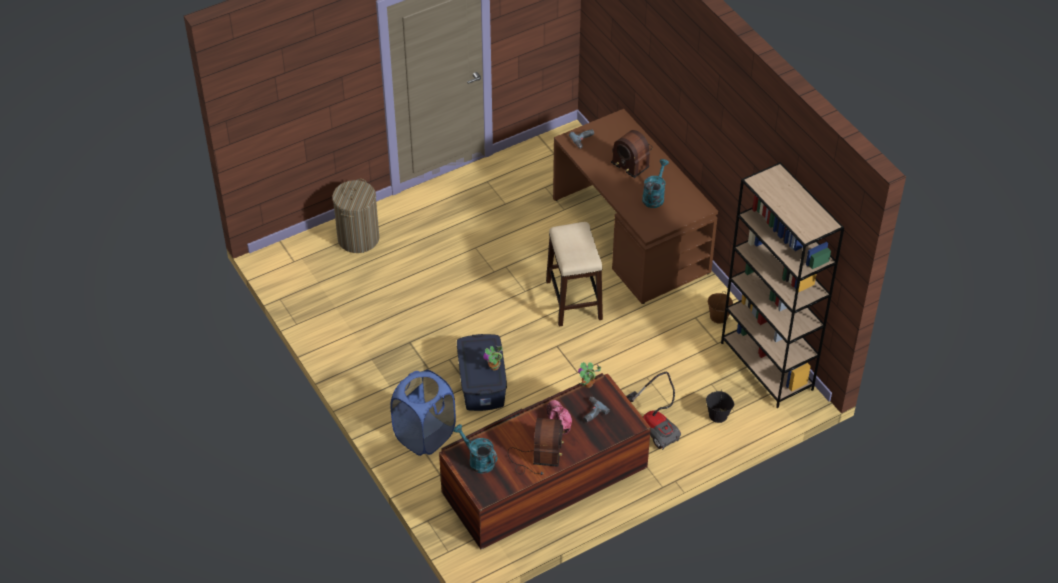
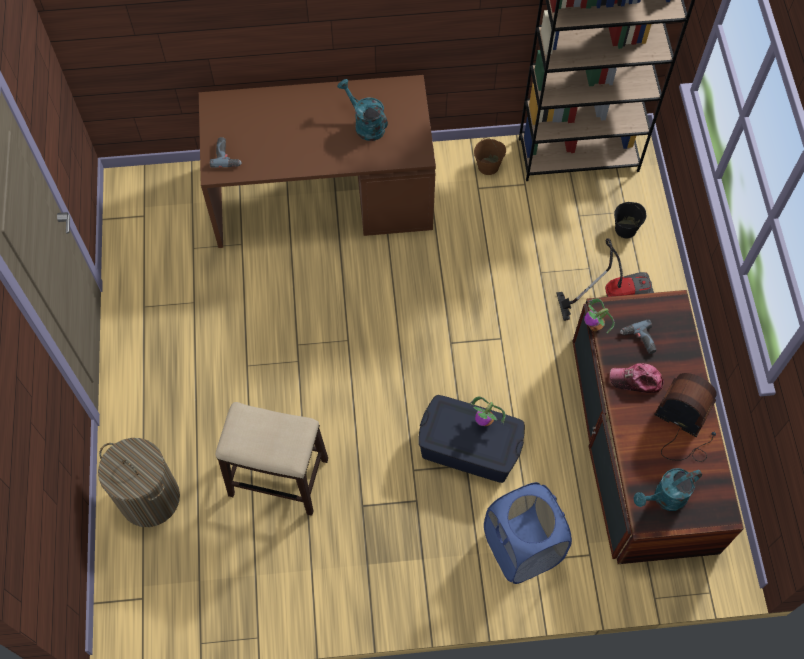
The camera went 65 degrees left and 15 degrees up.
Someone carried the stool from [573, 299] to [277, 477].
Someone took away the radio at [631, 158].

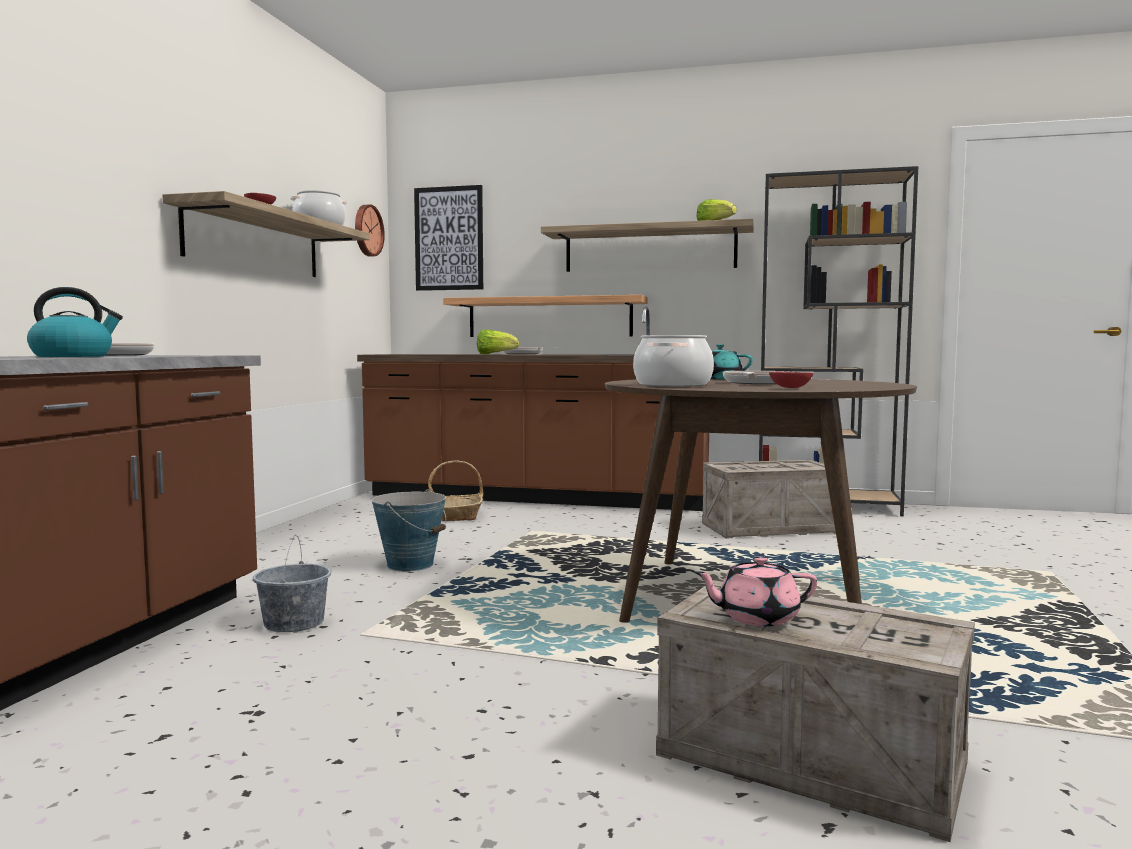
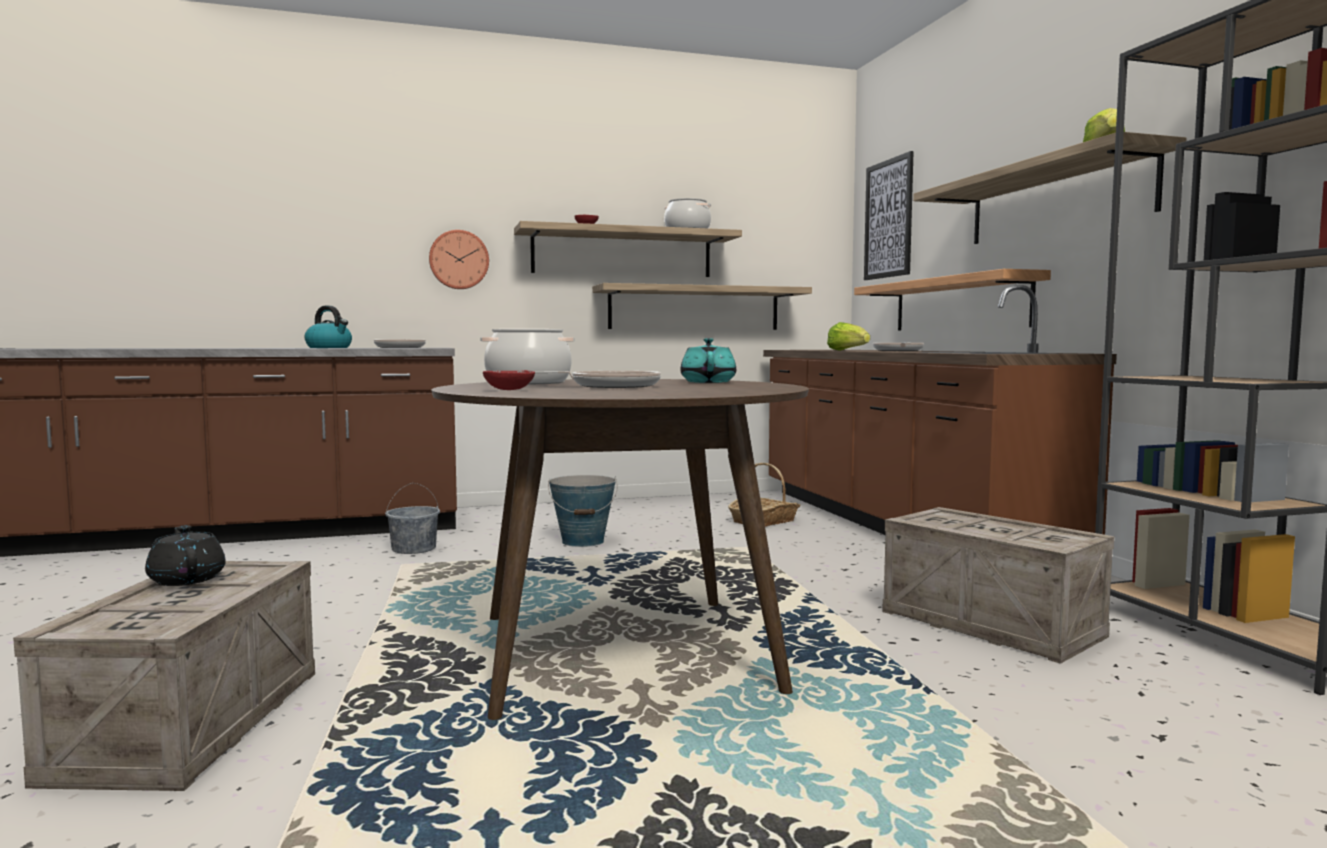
The camera went 60 degrees right and 0 degrees up.
Someone repainted the pink teapot at [756, 617], which became the black teapot at [187, 579].
Someone carried the wall clock from [367, 230] to [459, 260].
Someone put up the shelf at [694, 308].

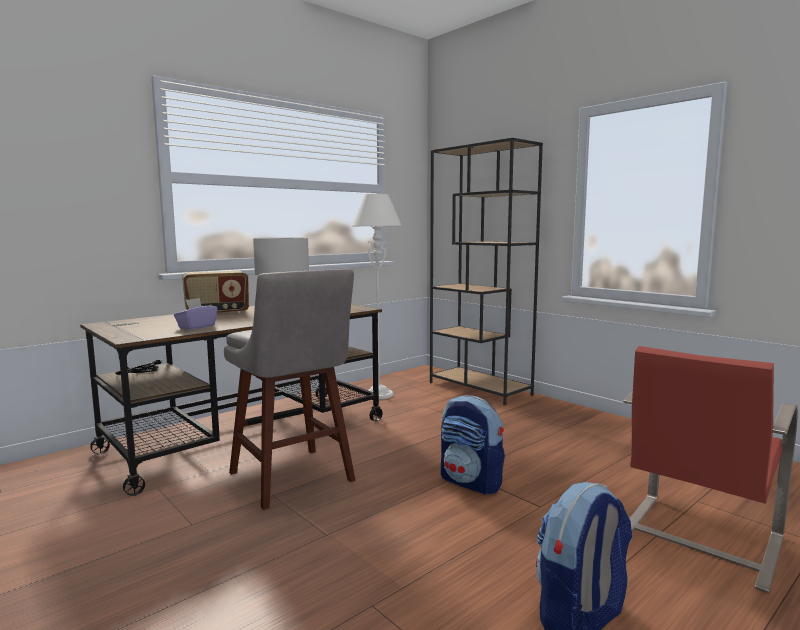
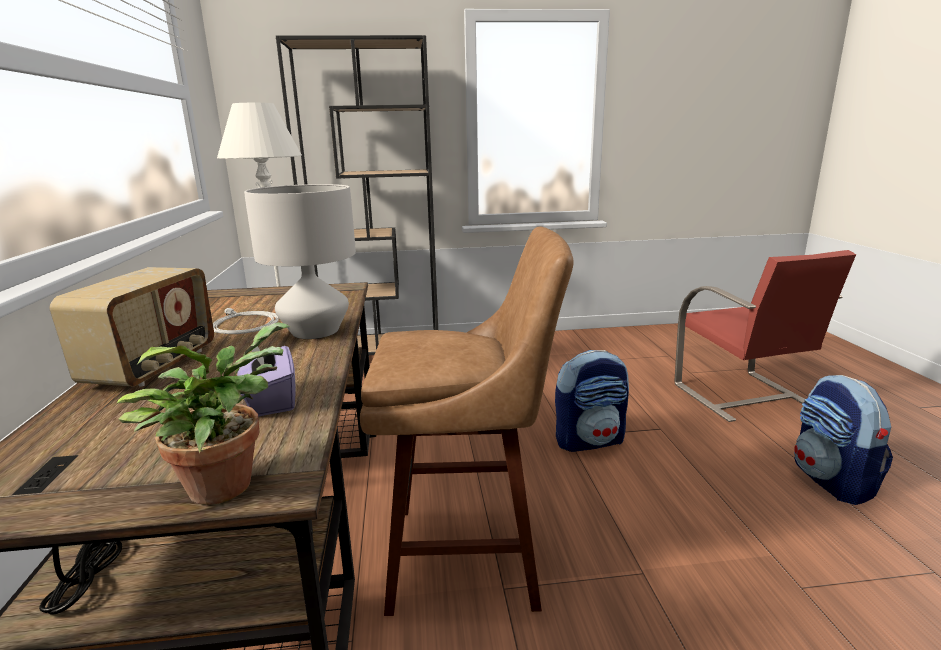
The camera went 55 degrees left and 10 degrees up.
Someone put down the potted plant at [227, 481].
Someone repainted the grey stool at [293, 479], which became the brown stool at [471, 554].

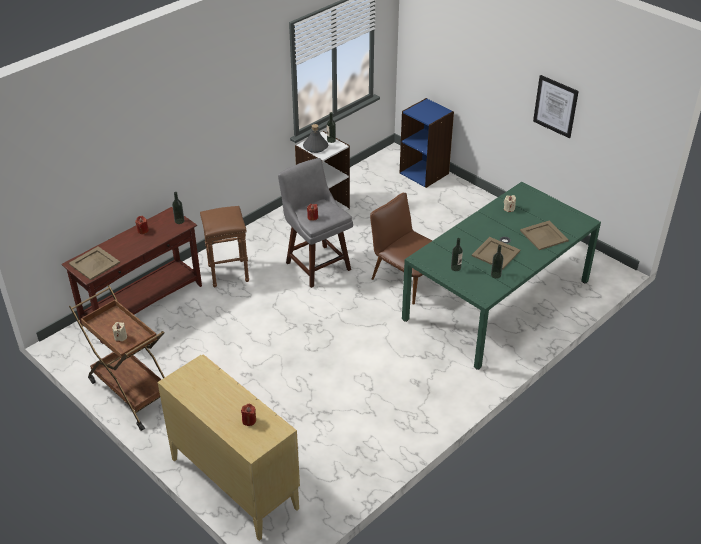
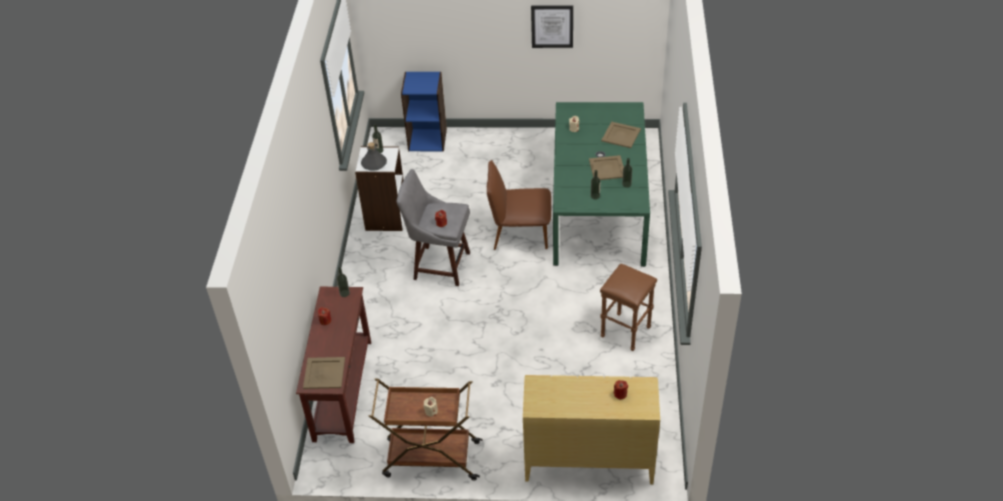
The camera went 40 degrees left and 5 degrees up.
Someone carried the brown stool from [227, 274] to [626, 332].

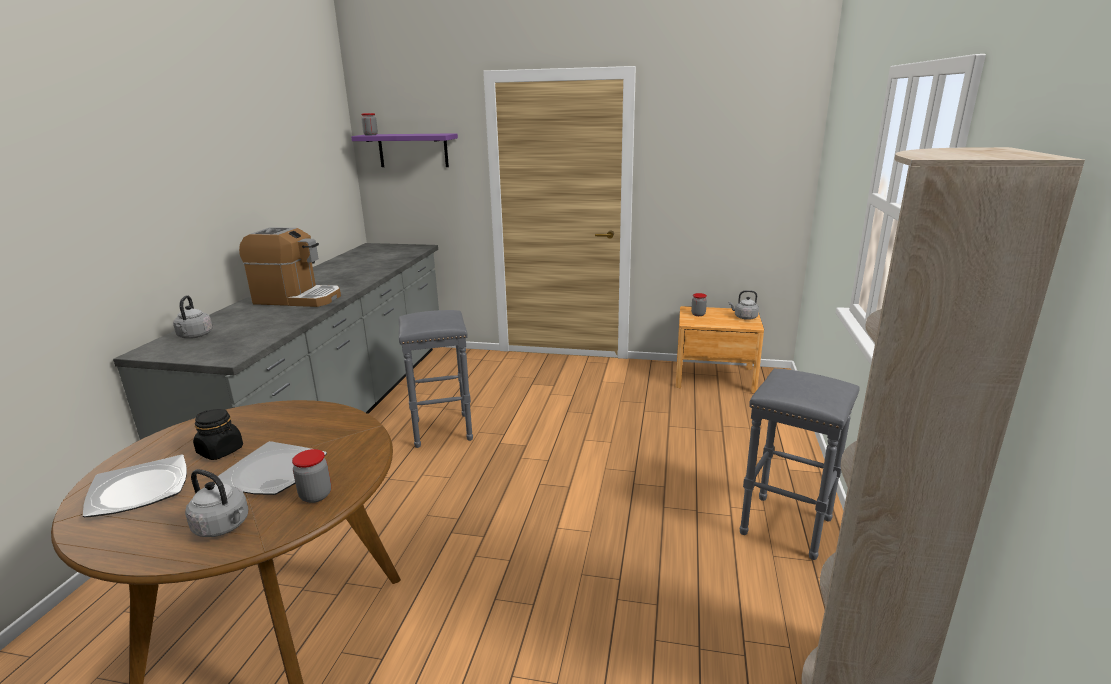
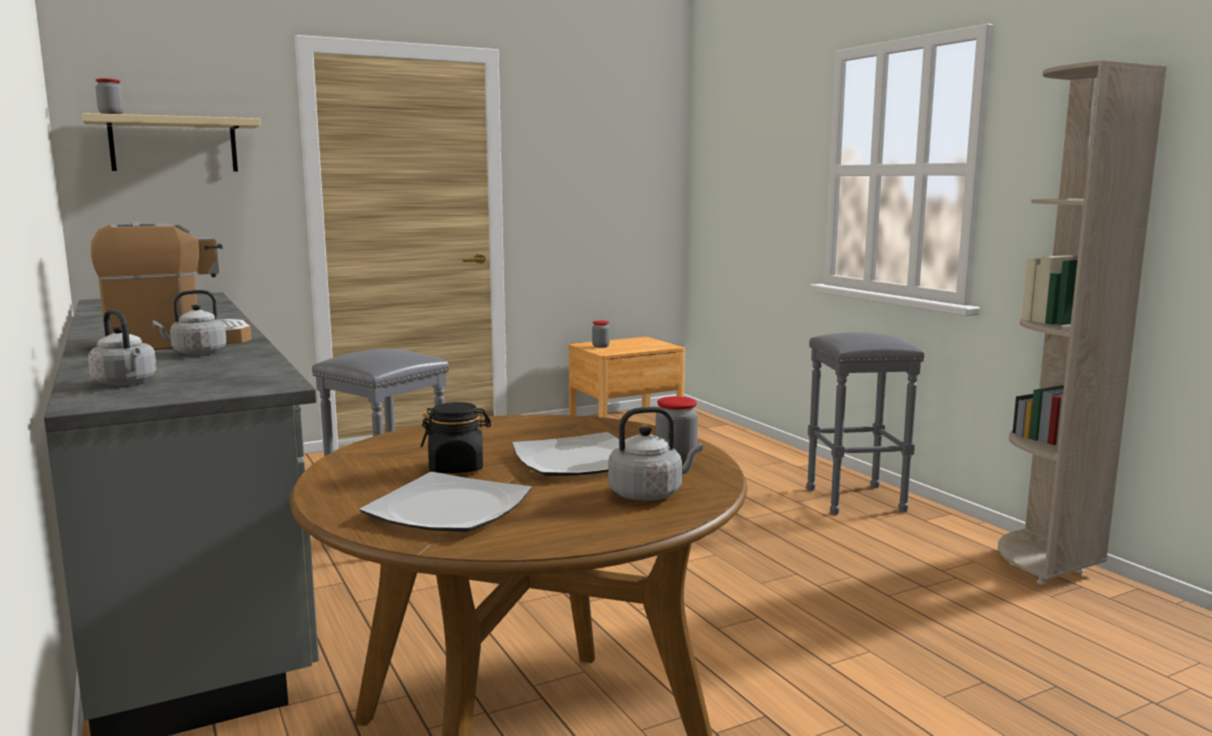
The camera went 40 degrees left and 10 degrees down.
Someone repainted the purple shelf at [413, 150], which became the beige shelf at [174, 145].
Someone carried the grey kettle from [744, 317] to [196, 353].

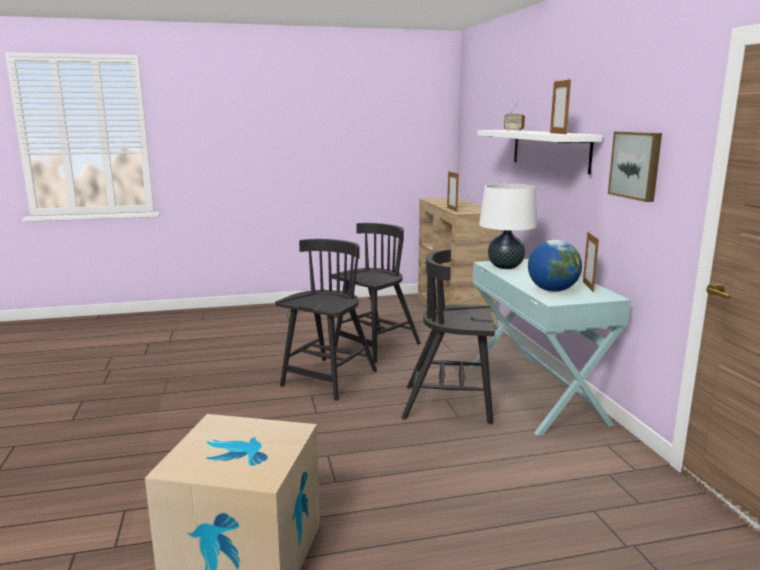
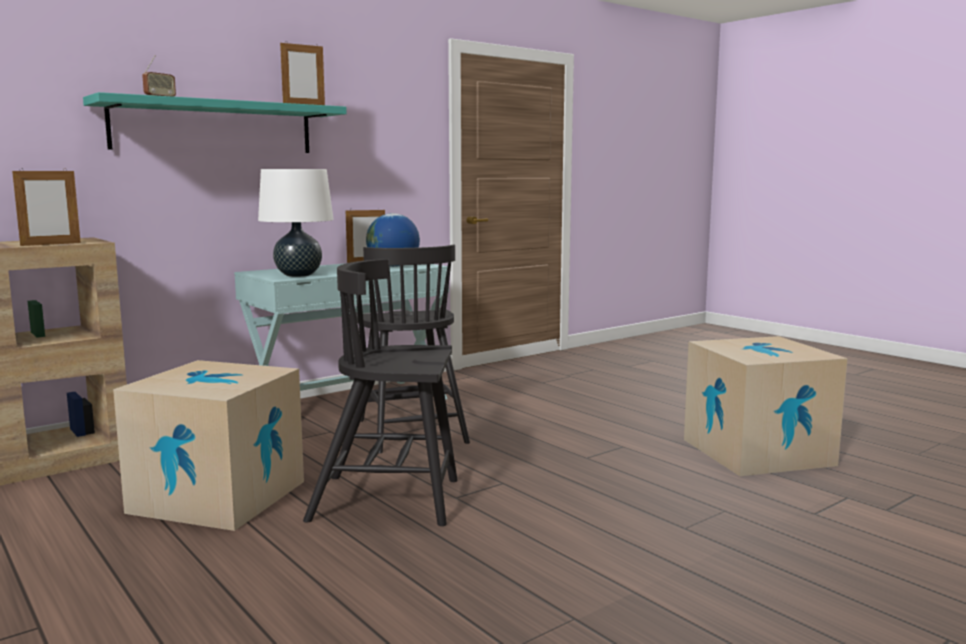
The camera went 115 degrees left and 5 degrees down.
Someone repainted the white shelf at [549, 149], which became the turquoise shelf at [214, 127].
Someone swapped the black chair at [375, 346] for the cardboard box at [218, 497].
Someone took away the picture at [636, 165].

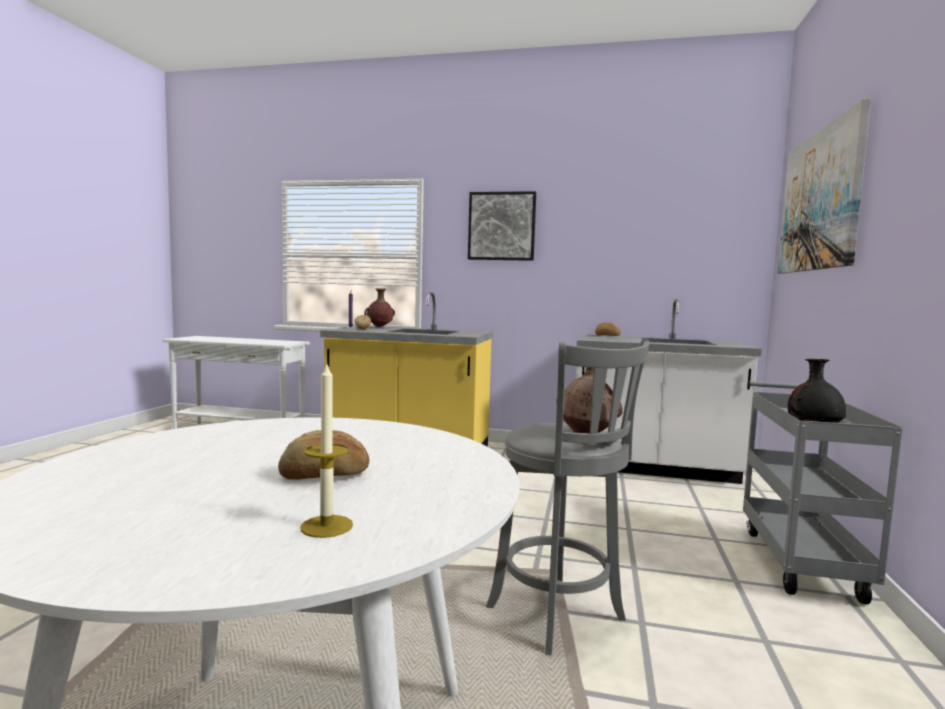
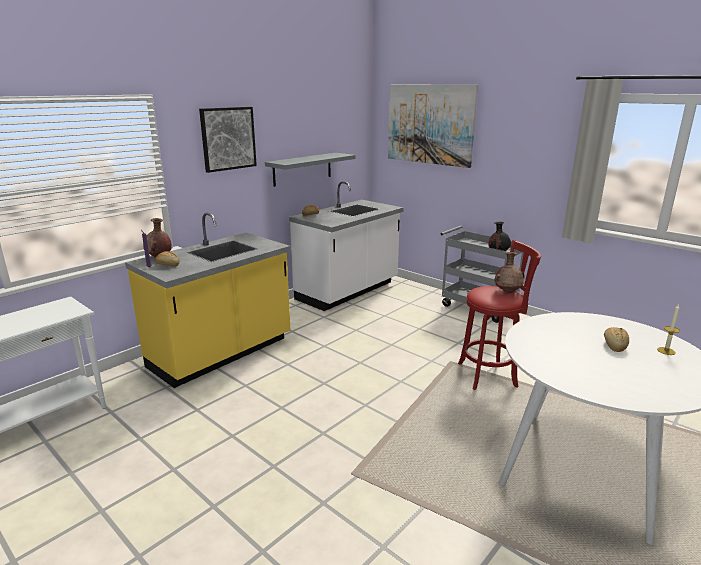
The camera went 60 degrees left and 15 degrees up.
Someone put up the grey shelf at [302, 169].
Someone repainted the grey stool at [560, 617], which became the red stool at [490, 375].

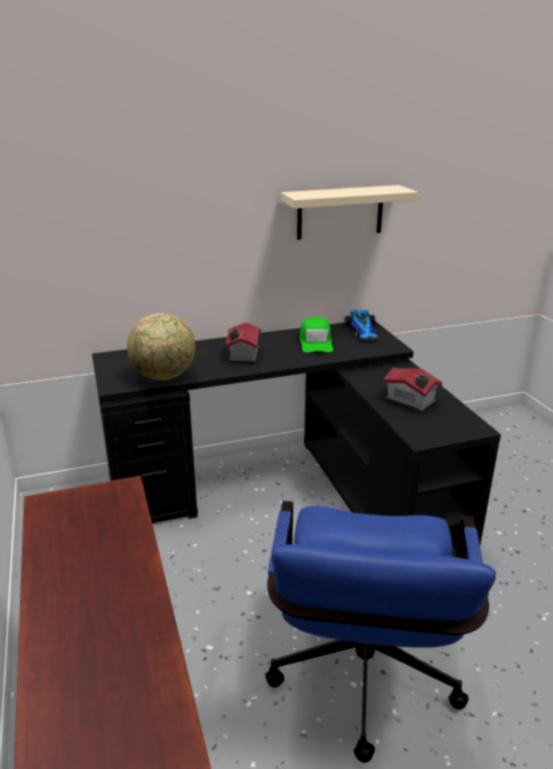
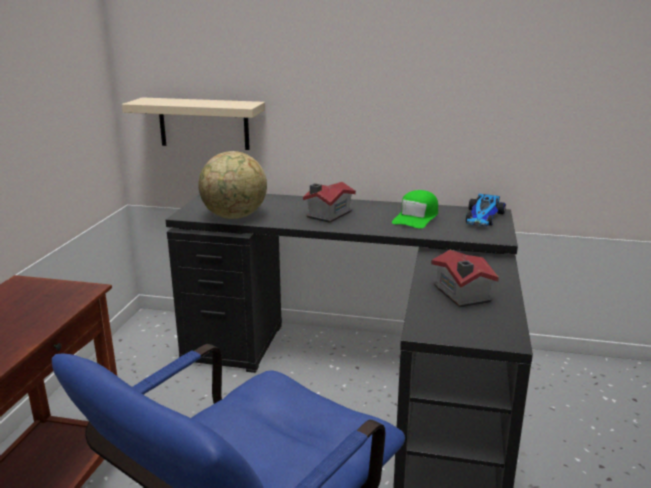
The camera went 30 degrees right and 5 degrees down.
Someone carried the beige shelf from [340, 212] to [203, 123].

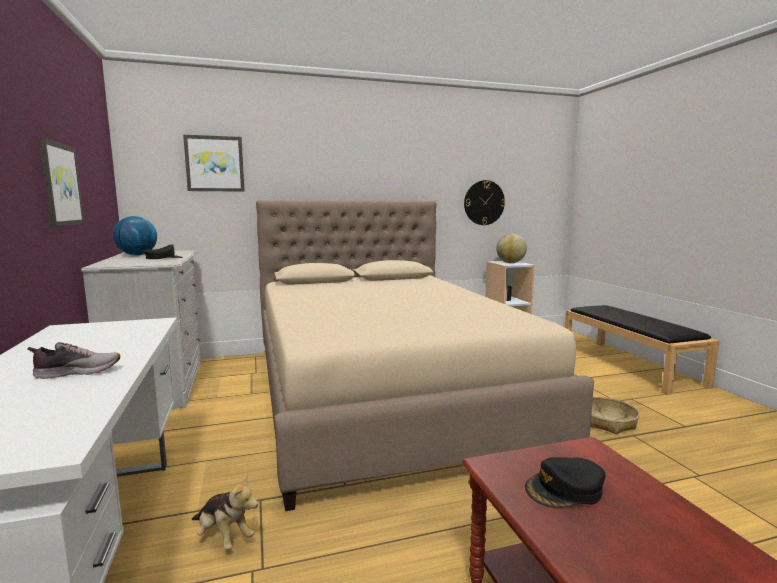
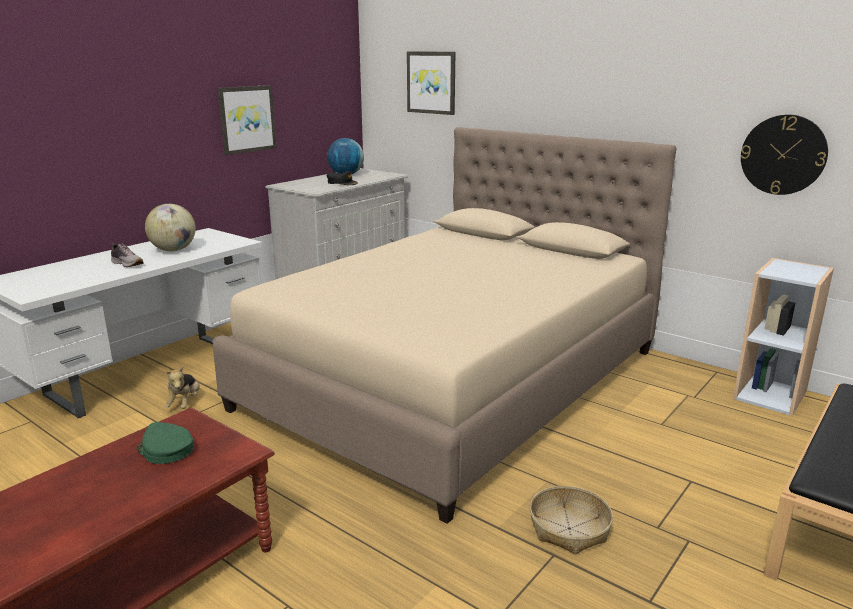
The camera went 55 degrees right and 10 degrees up.
Someone repainted the black cap at [565, 490], which became the green cap at [165, 450].
Someone carried the globe from [510, 263] to [173, 250].

